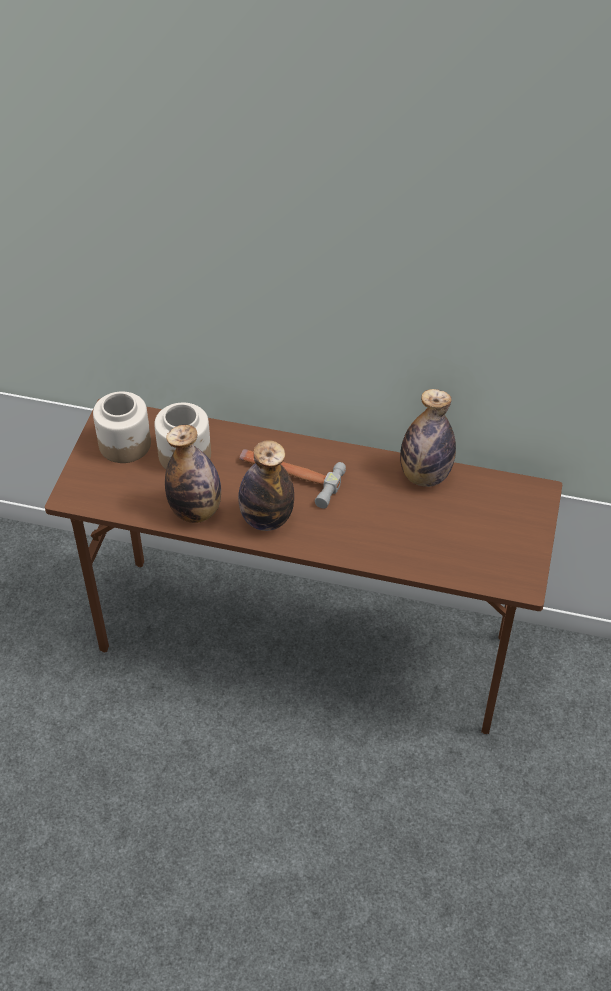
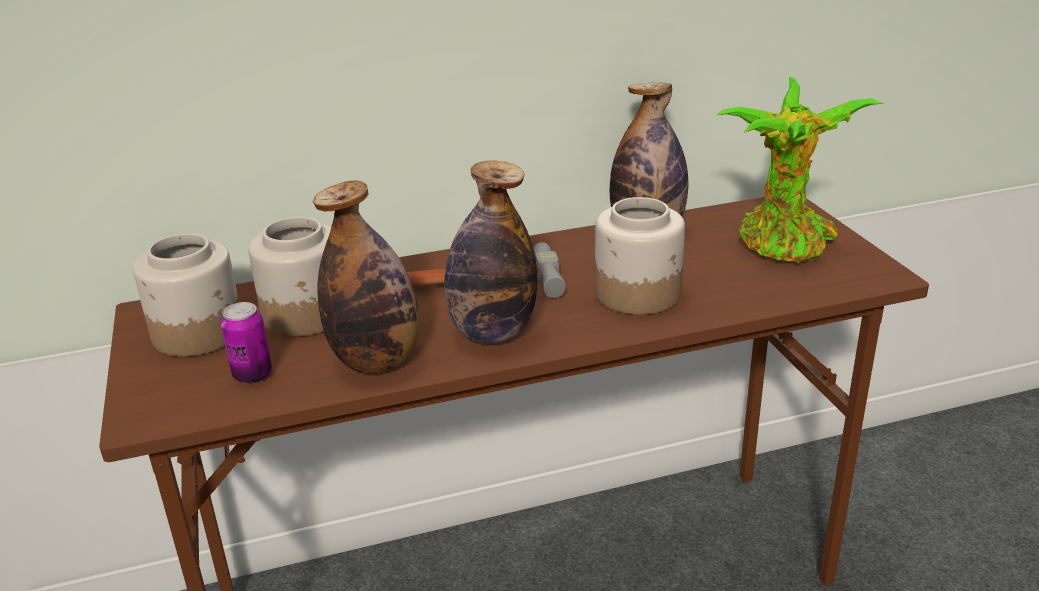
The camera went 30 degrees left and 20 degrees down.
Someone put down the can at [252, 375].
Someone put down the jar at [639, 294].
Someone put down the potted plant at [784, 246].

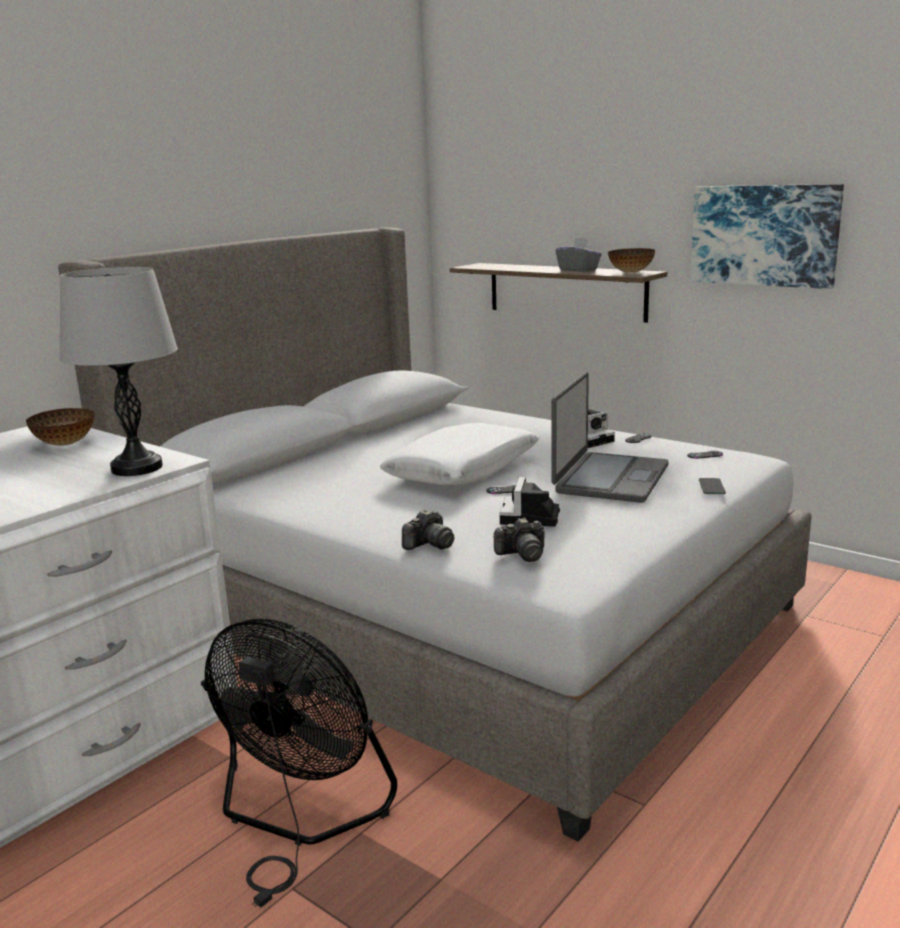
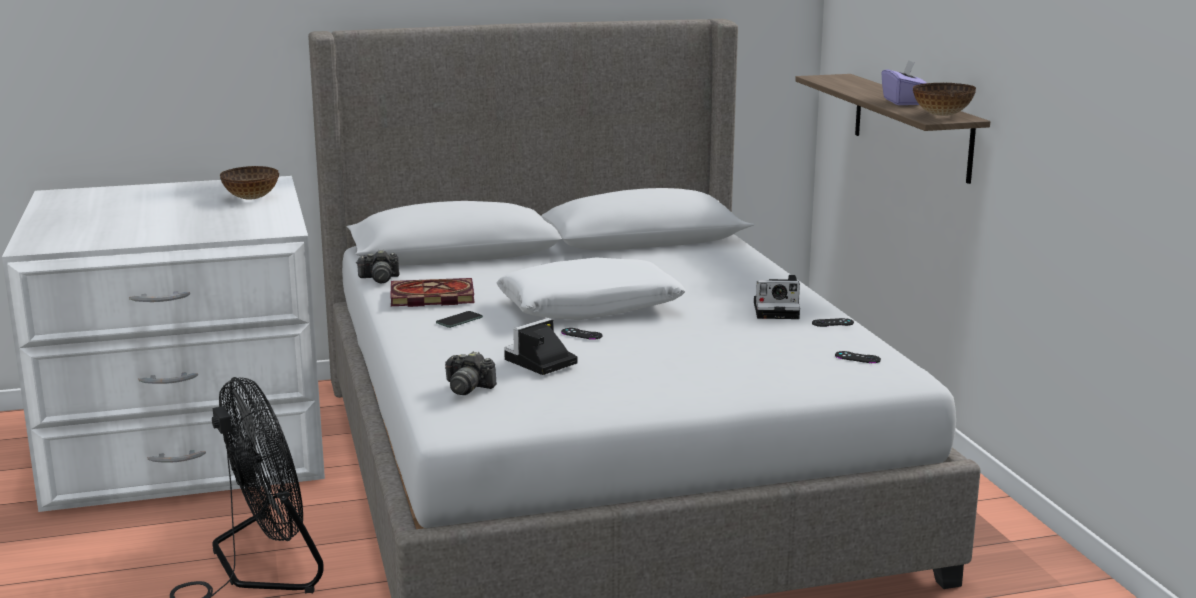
The camera went 35 degrees right and 0 degrees up.
Someone carried the photo camera from [429, 545] to [379, 278].
Someone put down the book at [430, 297].
Someone carried the phone from [711, 487] to [459, 320].
Someone repainted the grey tissue box at [578, 270], which became the purple tissue box at [903, 102].
Someone took away the grey table lamp at [137, 468].
Someone took away the laptop at [610, 479].
Someone took away the picture at [764, 235].

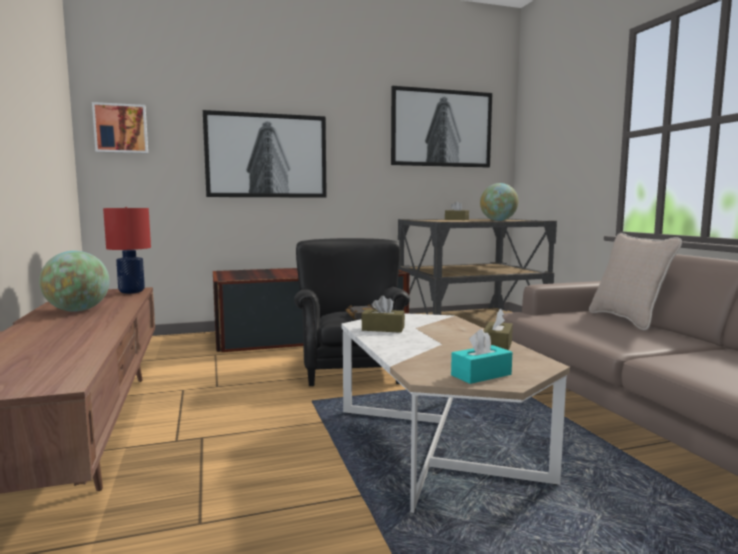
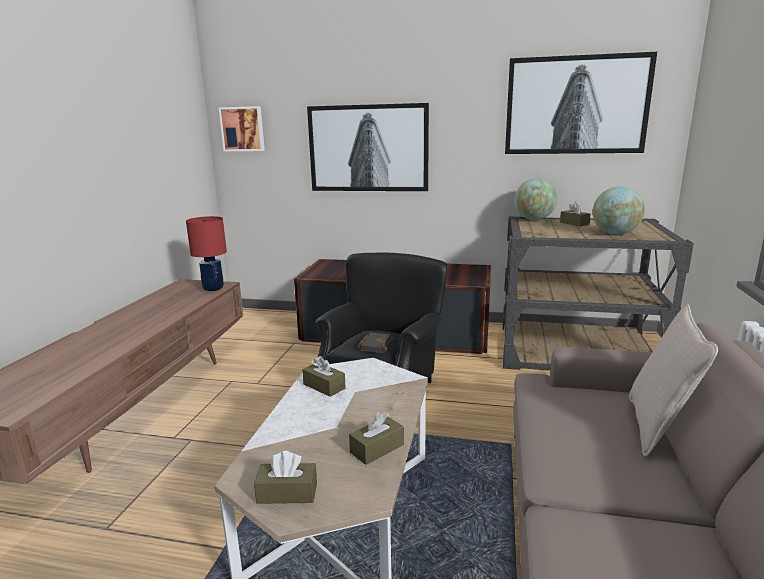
The camera went 30 degrees right and 10 degrees up.
Someone repainted the turquoise tissue box at [481, 375], which became the brown tissue box at [287, 493].
Someone carried the globe from [77, 310] to [534, 219].

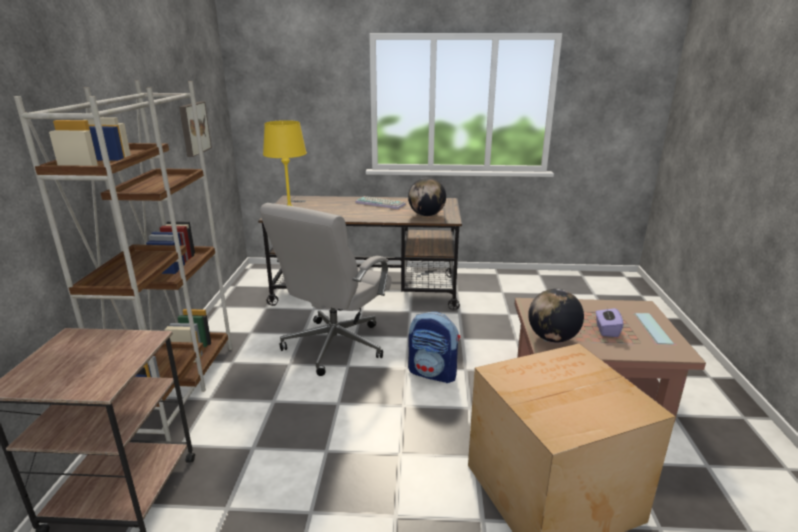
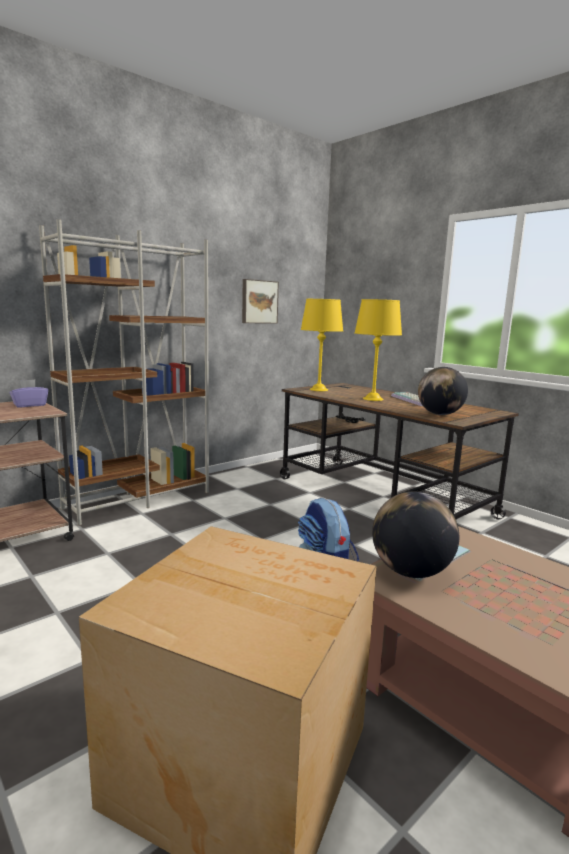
The camera went 45 degrees right and 10 degrees down.
Someone carried the purple tissue box from [606, 330] to [30, 405].
Someone put down the yellow table lamp at [372, 399].
Someone took away the grey office chair at [335, 344].

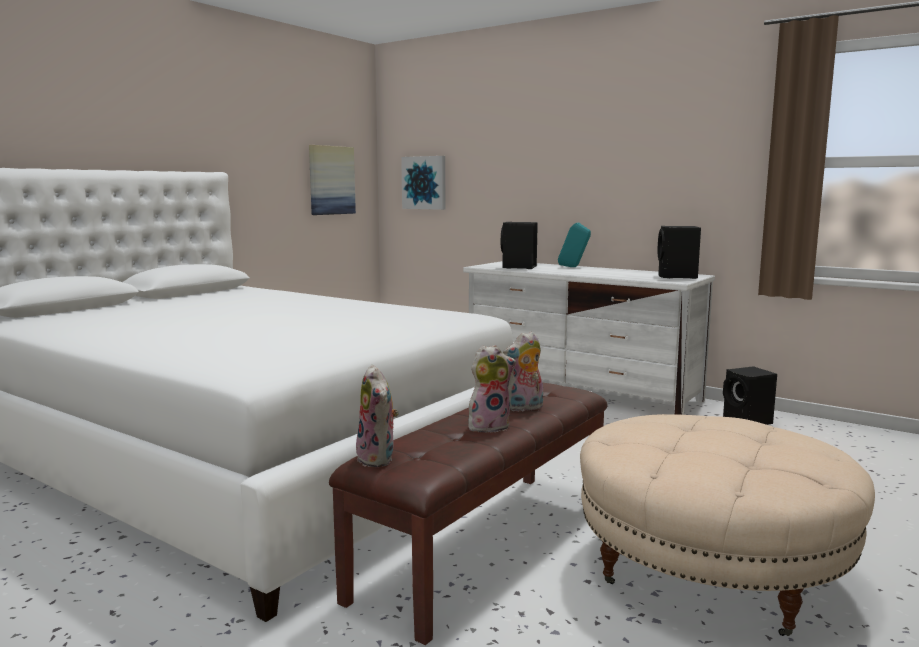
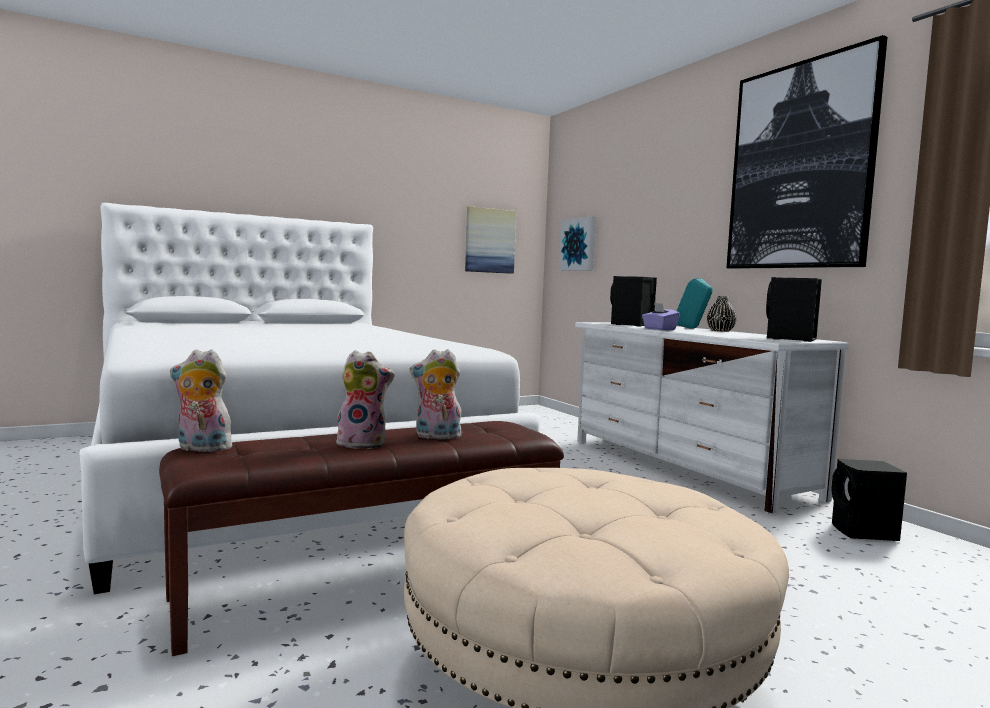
The camera went 25 degrees right and 5 degrees down.
Someone rotated the plush toy at [379, 459] by 90 degrees clockwise.
Someone put down the purple tissue box at [659, 329].
Someone put down the black vase at [720, 331].
Someone put up the picture at [800, 166].

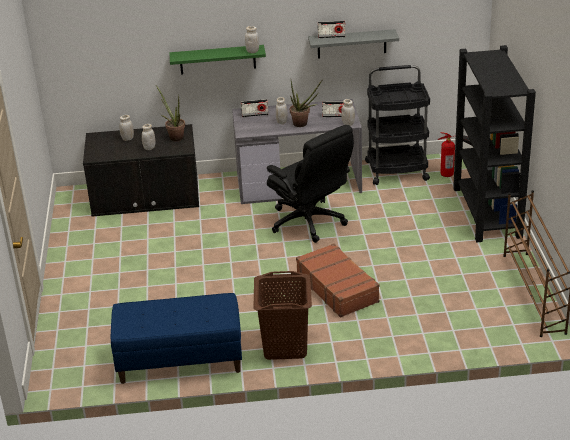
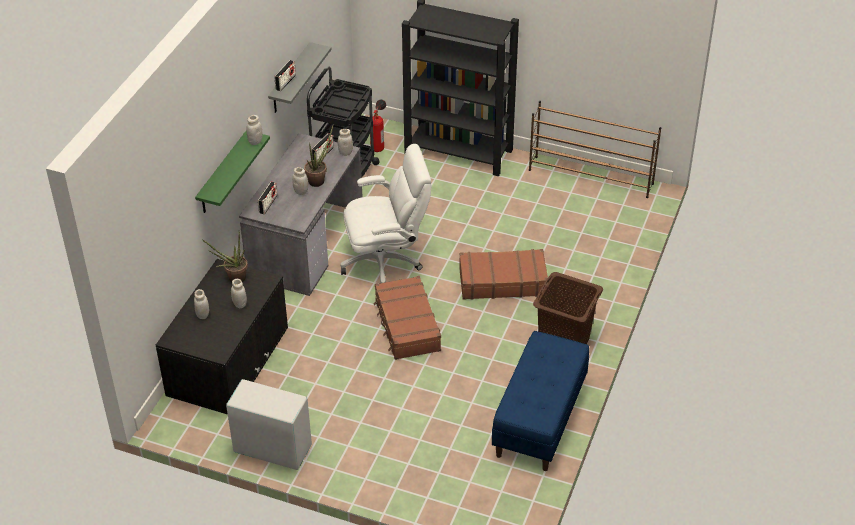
The camera went 65 degrees left and 10 degrees up.
Someone put down the white nightstand at [273, 450].
Someone repainted the black office chair at [310, 224], which became the white office chair at [387, 262].
Someone put down the brown suitcase at [406, 325].

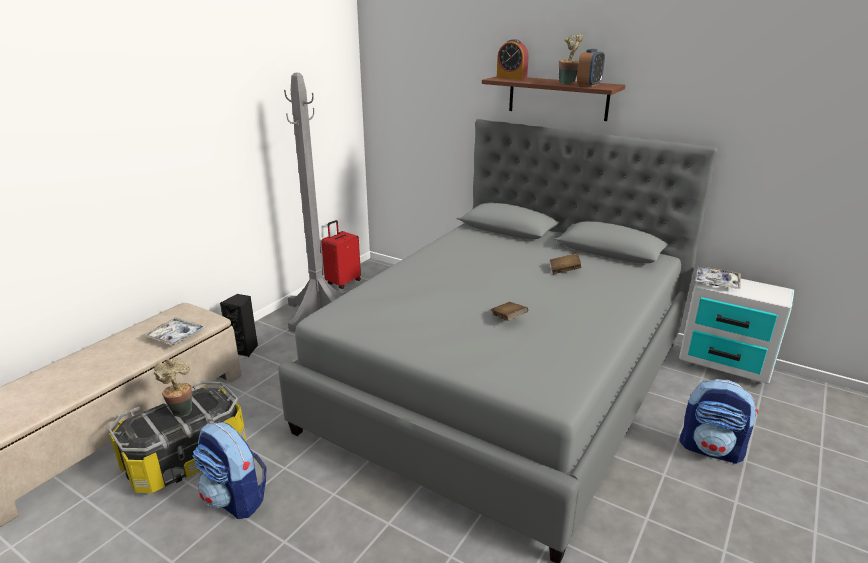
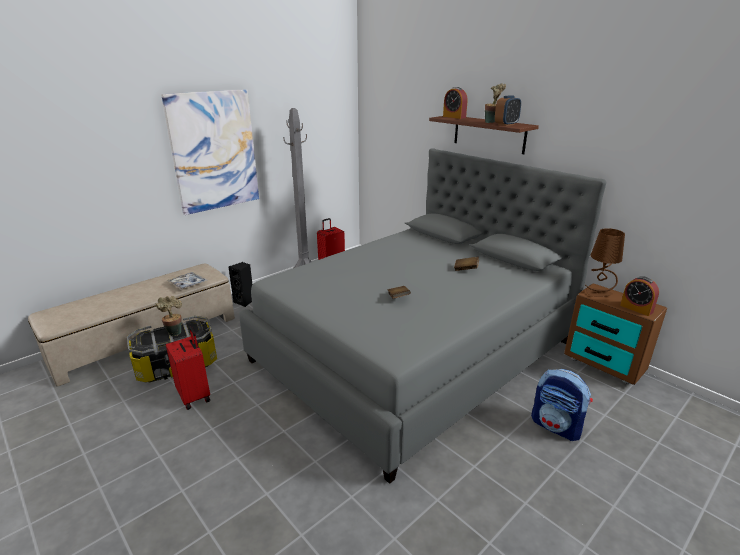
The camera went 15 degrees right and 0 degrees up.
Someone put up the picture at [214, 151].
Someone swapped the backpack at [235, 499] for the red suitcase at [195, 396].
Someone repainted the white nightstand at [724, 367], which became the brown nightstand at [603, 366].
Someone swapped the tray at [716, 282] for the brown table lamp at [598, 293].
Someone put down the alarm clock at [636, 308].

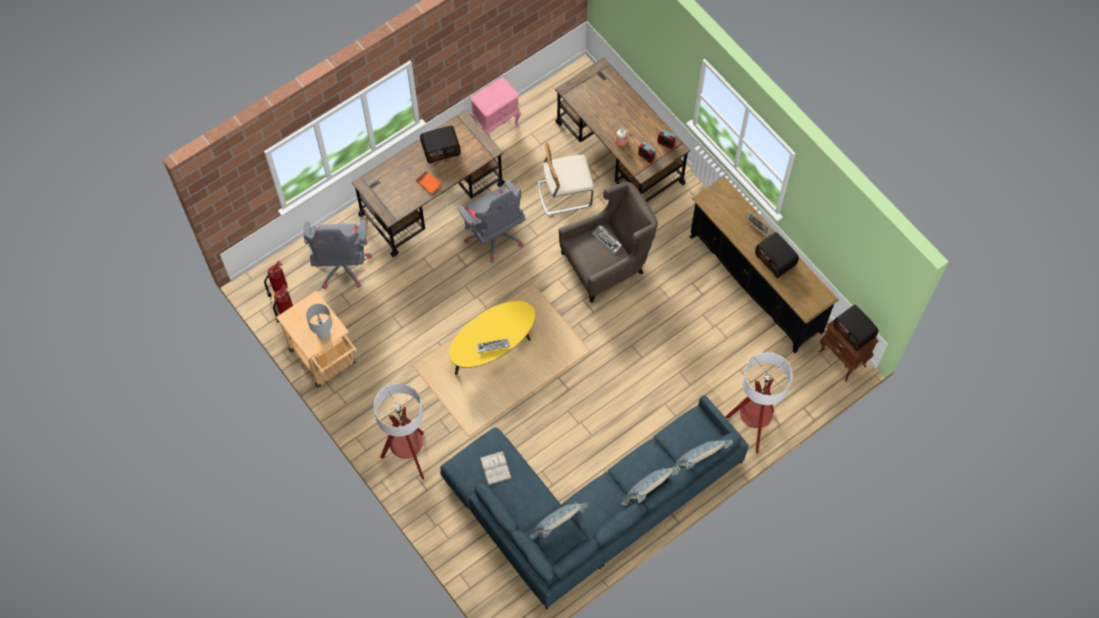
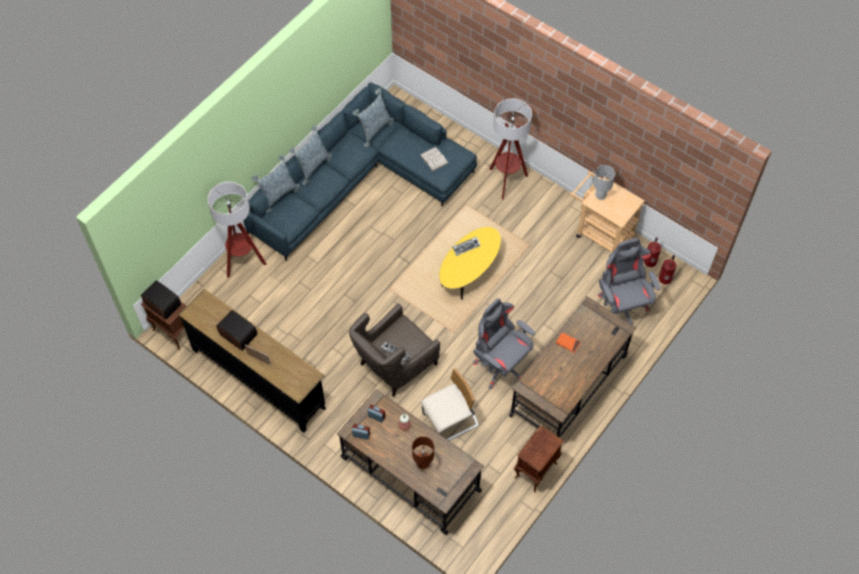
The camera went 165 degrees right and 5 degrees down.
Someone put down the brown table lamp at [423, 464].
Someone repainted the pink nightstand at [496, 128], which became the brown nightstand at [535, 471].
Someone took away the radio at [441, 149].

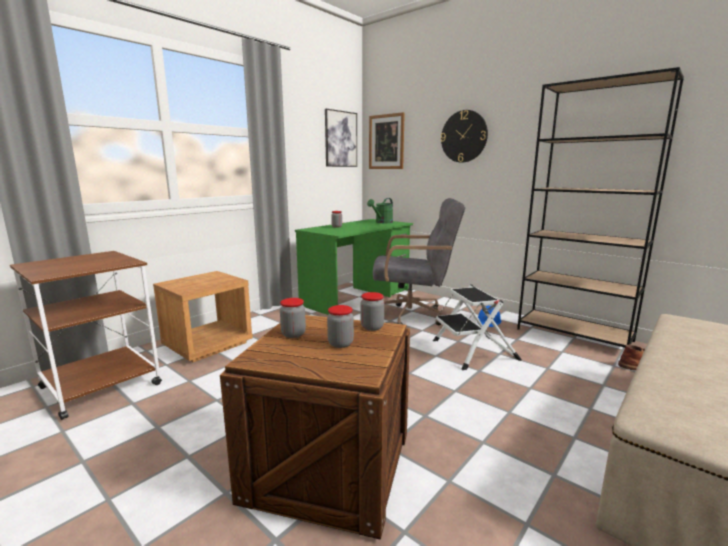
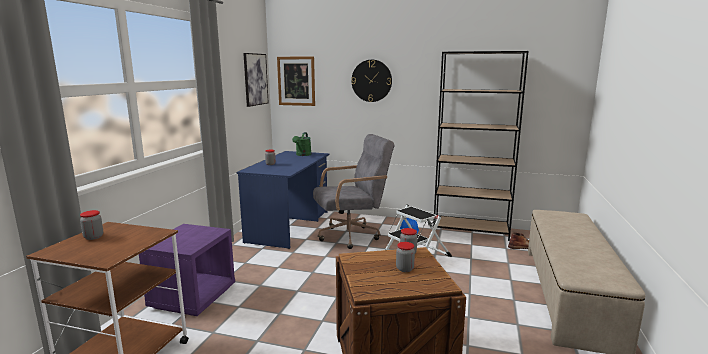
The camera went 25 degrees left and 0 degrees up.
Someone carried the jar from [293, 334] to [93, 237].
Someone repainted the brown nightstand at [208, 344], which became the purple nightstand at [193, 297].
Someone repainted the green desk at [357, 297], which became the blue desk at [289, 226].

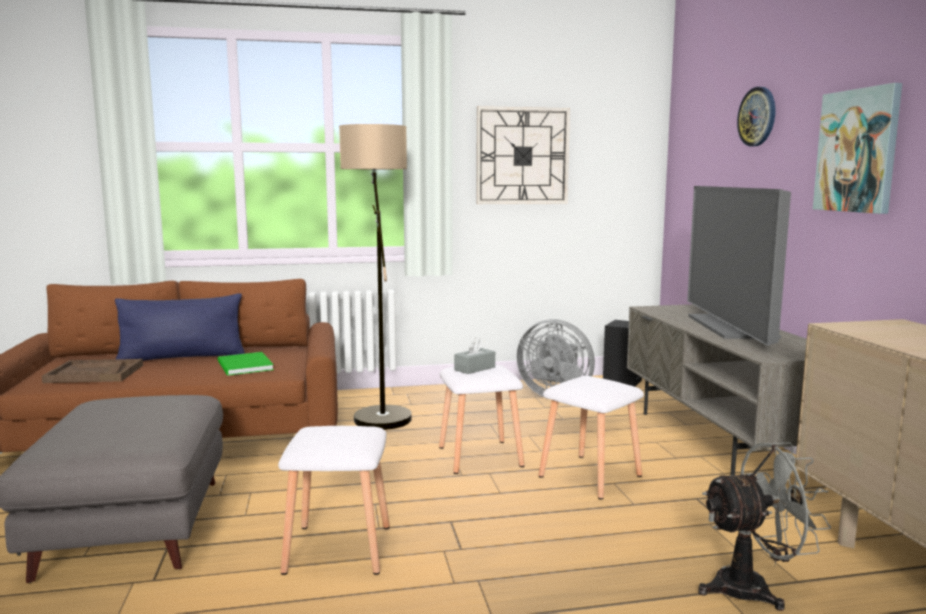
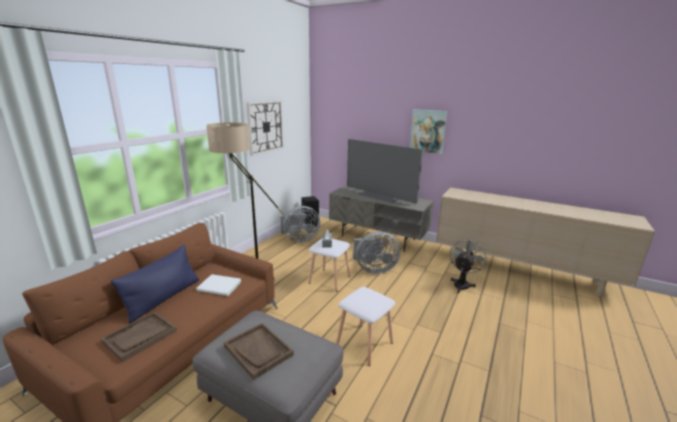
The camera went 50 degrees left and 10 degrees up.
Someone repainted the green book at [243, 366], which became the white book at [220, 287].
Someone put down the brown tray at [258, 351].
Someone swapped the white stool at [592, 476] for the grey fan at [374, 269].
Someone took away the wall clock at [757, 116].

